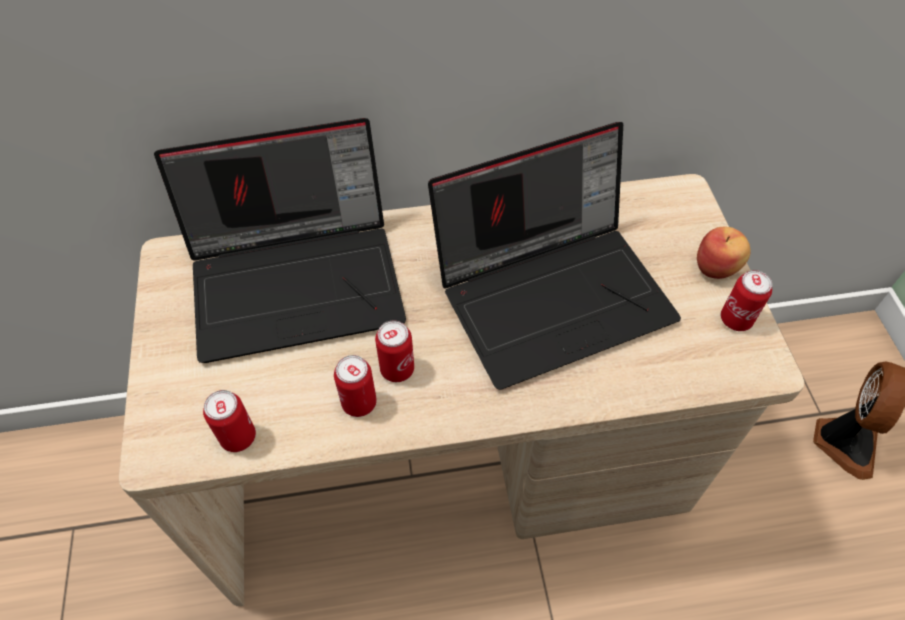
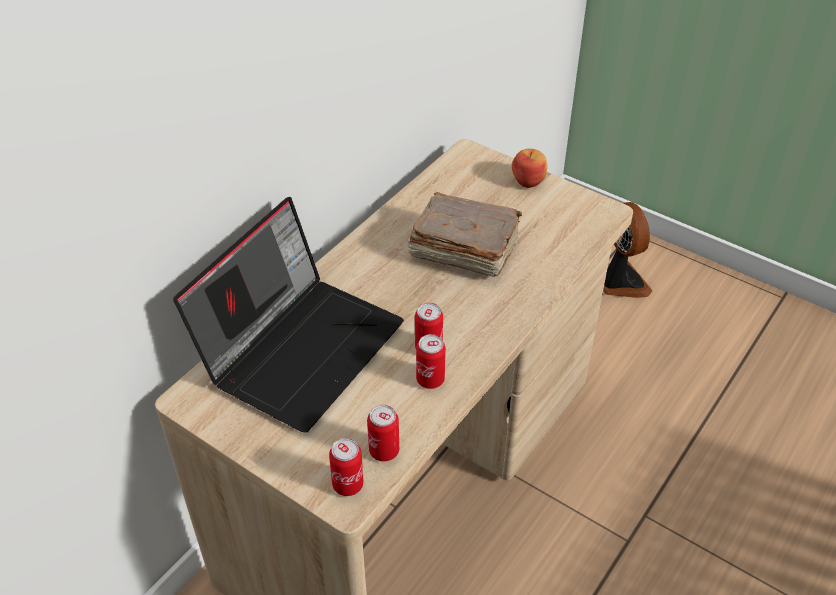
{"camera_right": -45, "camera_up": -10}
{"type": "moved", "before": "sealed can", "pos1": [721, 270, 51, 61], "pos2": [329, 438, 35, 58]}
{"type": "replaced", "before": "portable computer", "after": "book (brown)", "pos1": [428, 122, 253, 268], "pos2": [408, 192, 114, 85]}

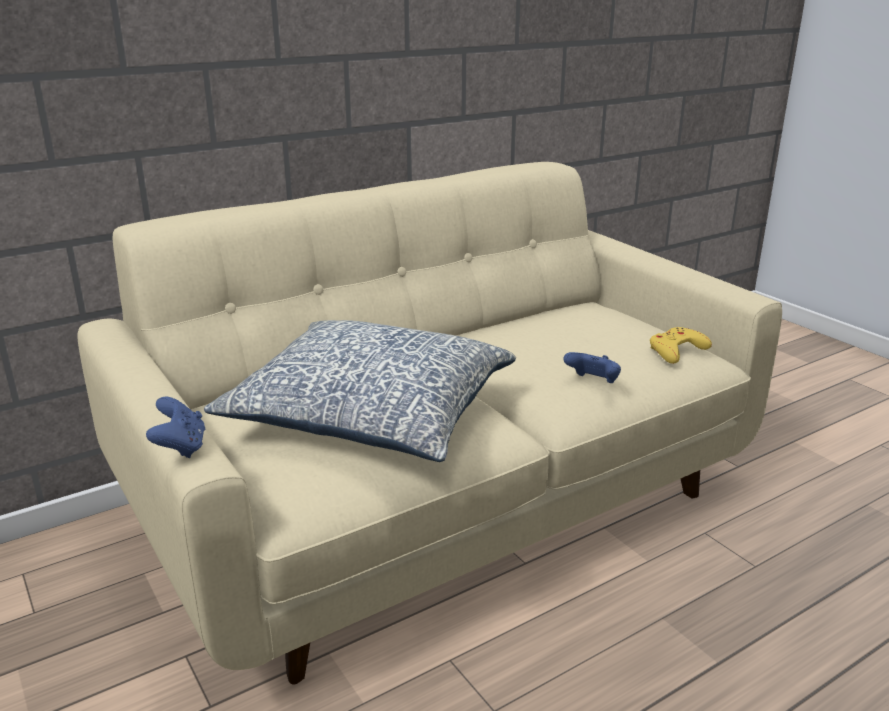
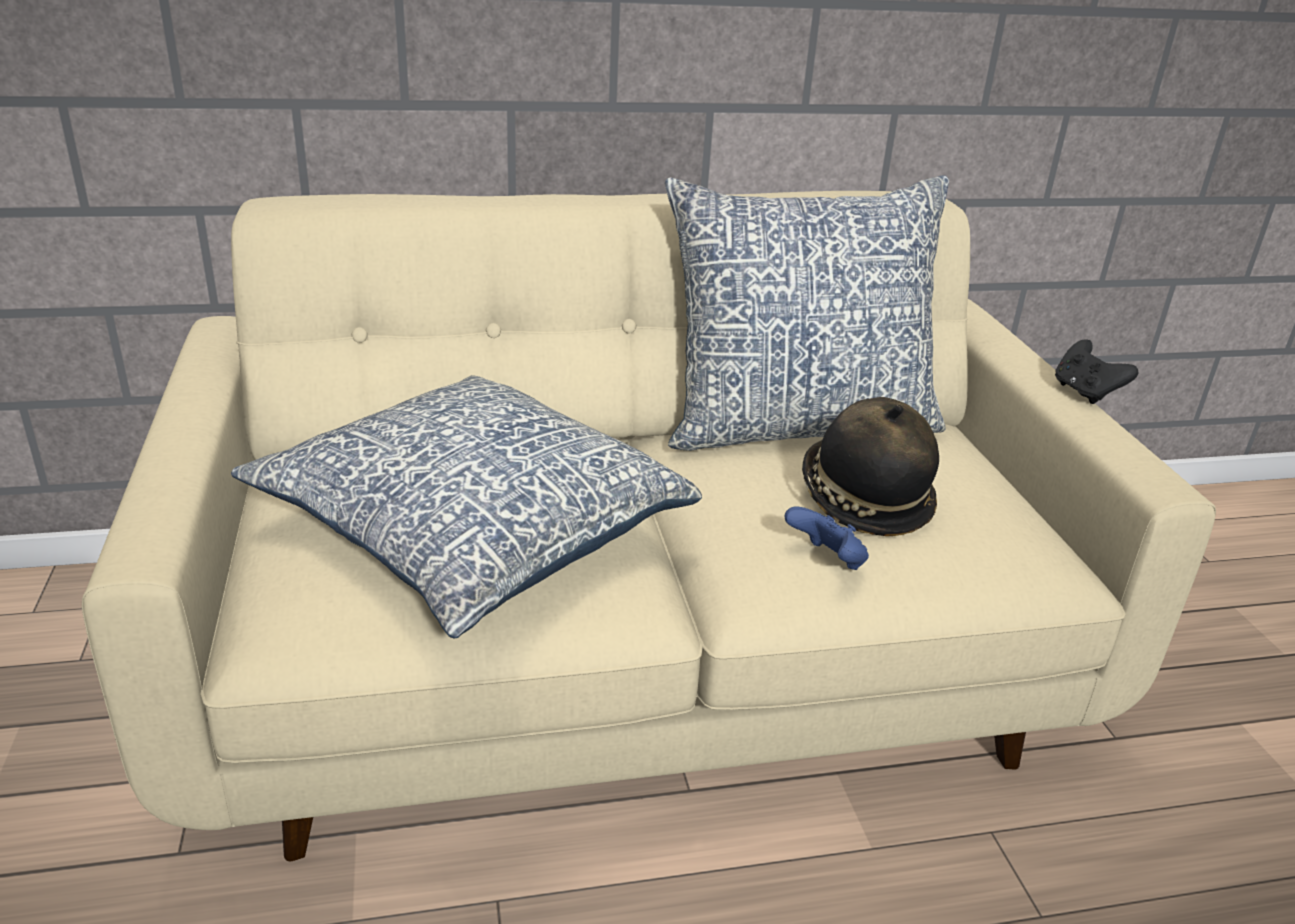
{"camera_right": 20, "camera_up": 5}
{"type": "added", "after": "cushion", "pos2": [665, 175, 284, 276]}
{"type": "added", "after": "hat", "pos2": [802, 397, 137, 139]}
{"type": "added", "after": "gamepad (black)", "pos2": [1055, 339, 84, 65]}
{"type": "removed", "before": "gamepad (blue-coloured)", "pos1": [146, 397, 59, 61]}
{"type": "removed", "before": "gamepad (yellow-coloured)", "pos1": [650, 327, 62, 37]}

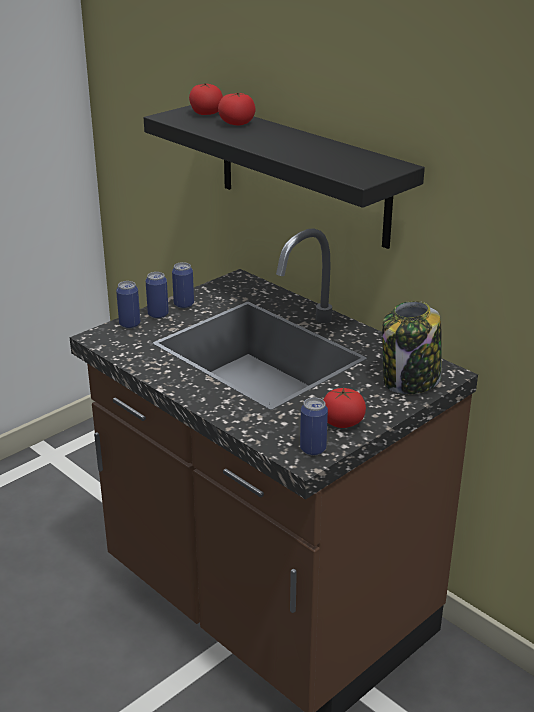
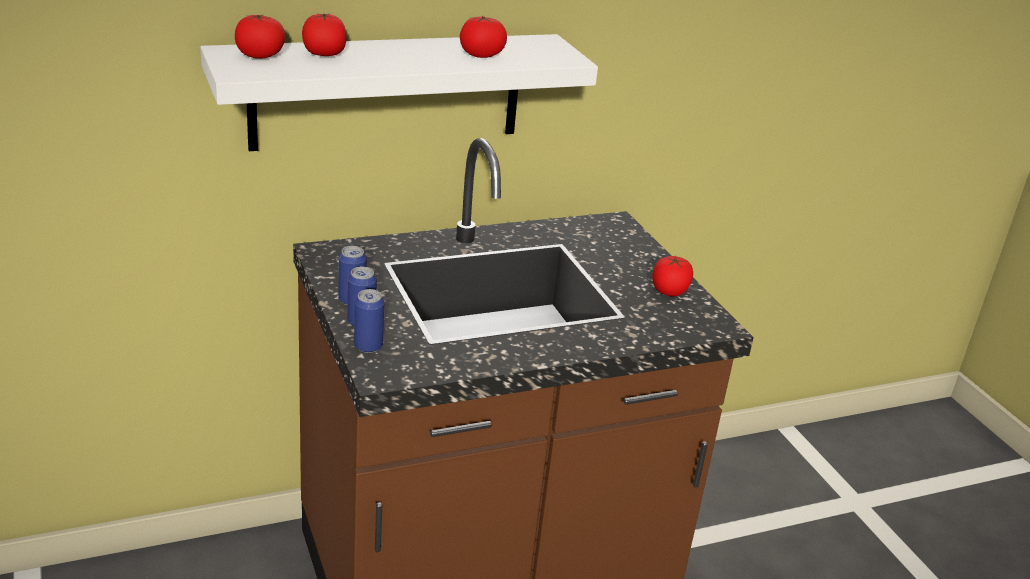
{"camera_right": -70, "camera_up": 0}
{"type": "recoloured", "before": "bracket shelf (black)", "after": "bracket shelf (white-coloured)", "pos1": [144, 105, 281, 144], "pos2": [200, 34, 398, 117]}
{"type": "added", "after": "fresh tomato", "pos2": [460, 15, 47, 43]}
{"type": "removed", "before": "sealed can", "pos1": [300, 398, 28, 58]}
{"type": "removed", "before": "preserve jar", "pos1": [382, 301, 60, 93]}

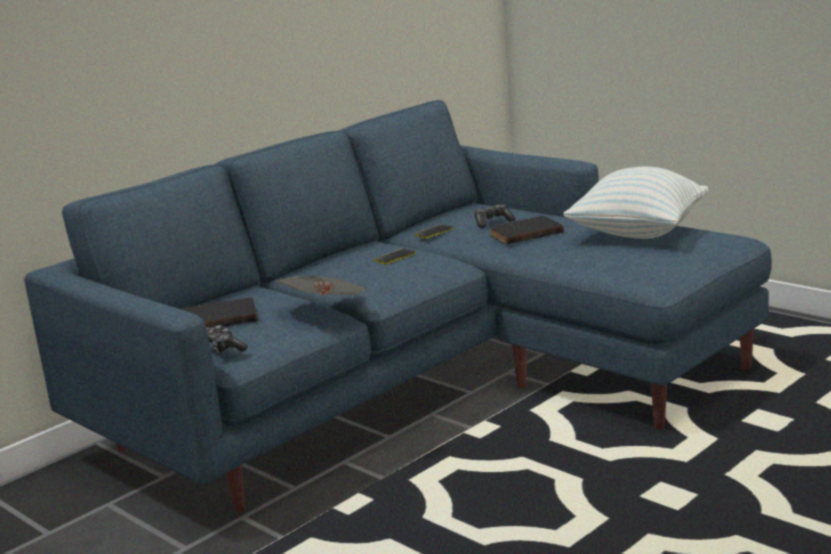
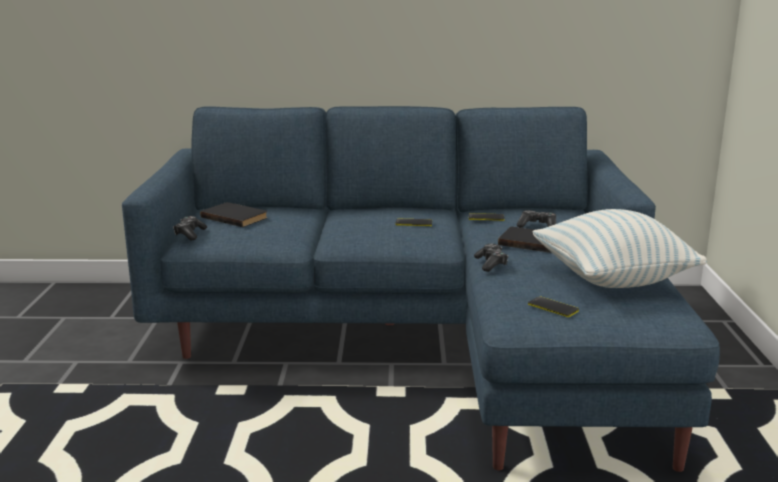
{"camera_right": 45, "camera_up": 0}
{"type": "added", "after": "gamepad", "pos2": [474, 244, 34, 28]}
{"type": "added", "after": "phone", "pos2": [528, 296, 51, 21]}
{"type": "removed", "before": "newspaper", "pos1": [274, 276, 94, 19]}

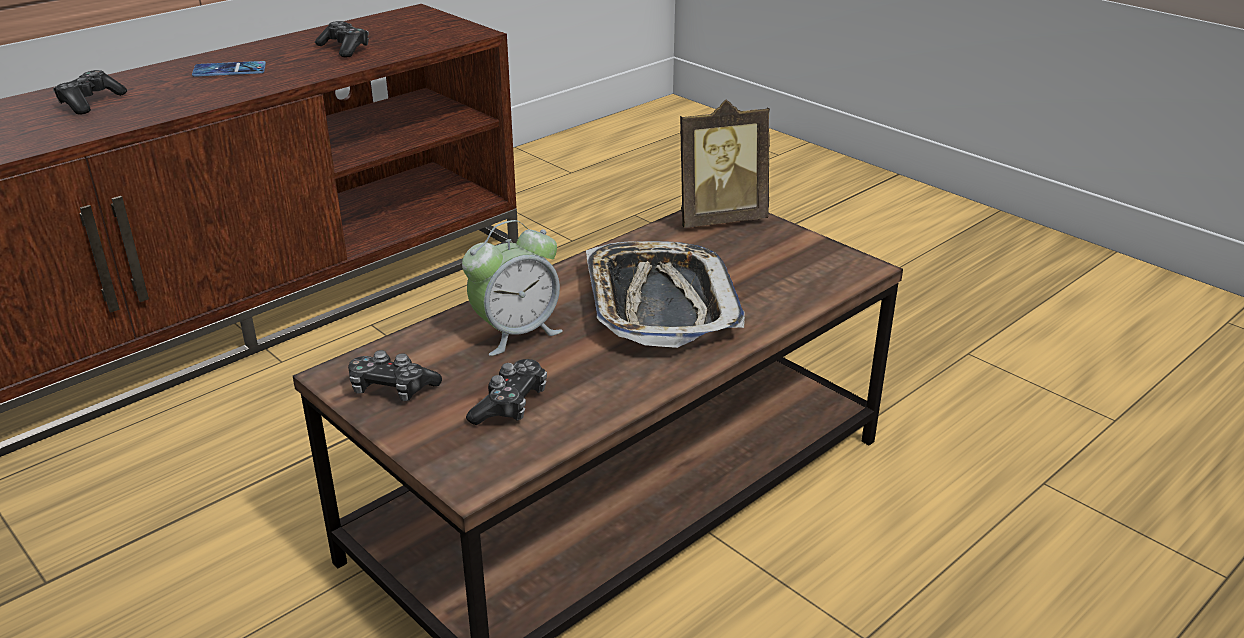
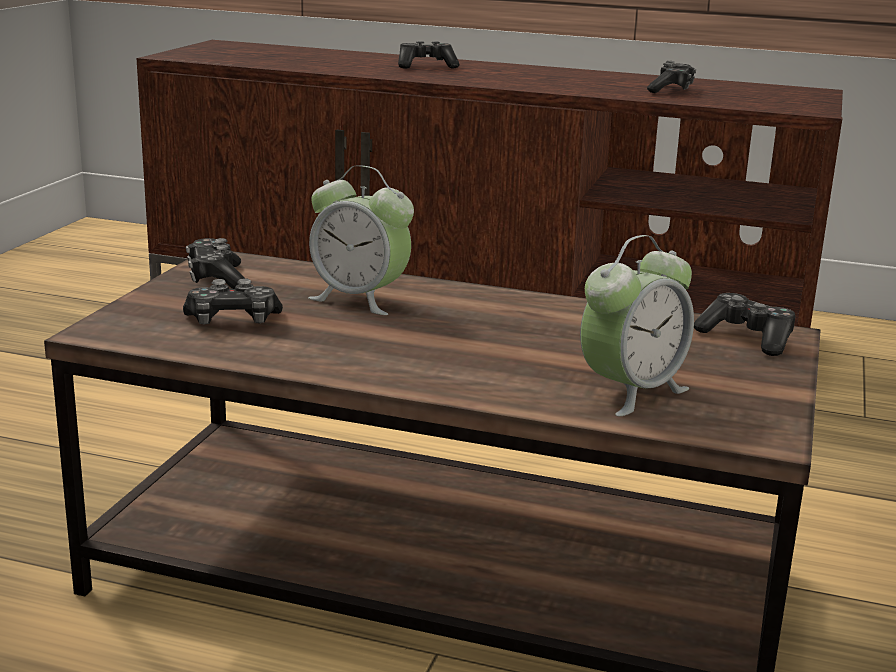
{"camera_right": 60, "camera_up": -10}
{"type": "added", "after": "bedside clock", "pos2": [580, 235, 114, 181]}
{"type": "replaced", "before": "picture frame", "after": "gamepad", "pos1": [680, 100, 90, 128], "pos2": [694, 293, 101, 63]}
{"type": "removed", "before": "phone", "pos1": [192, 61, 74, 16]}
{"type": "removed", "before": "carrying tray", "pos1": [586, 241, 159, 107]}

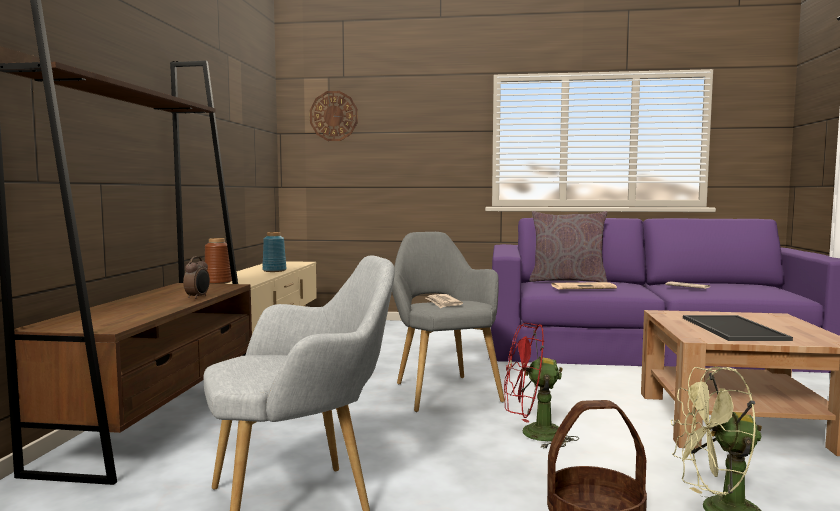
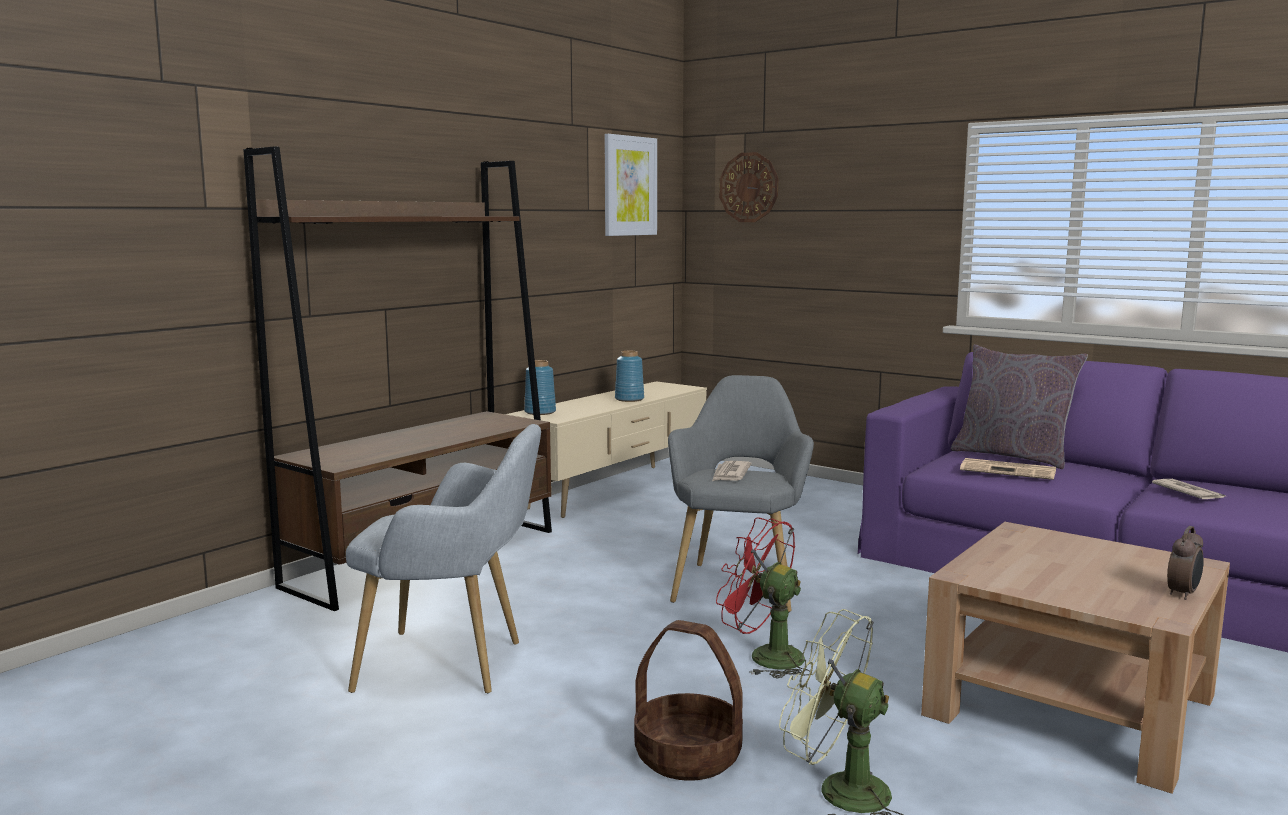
{"camera_right": 30, "camera_up": 5}
{"type": "recoloured", "before": "flower vase (brown)", "after": "flower vase (blue-coloured)", "pos1": [205, 238, 27, 46], "pos2": [524, 360, 32, 55]}
{"type": "added", "after": "picture", "pos2": [604, 134, 53, 102]}
{"type": "moved", "before": "bedside clock", "pos1": [183, 256, 27, 43], "pos2": [1167, 526, 37, 74]}
{"type": "removed", "before": "carrying tray", "pos1": [683, 315, 110, 26]}

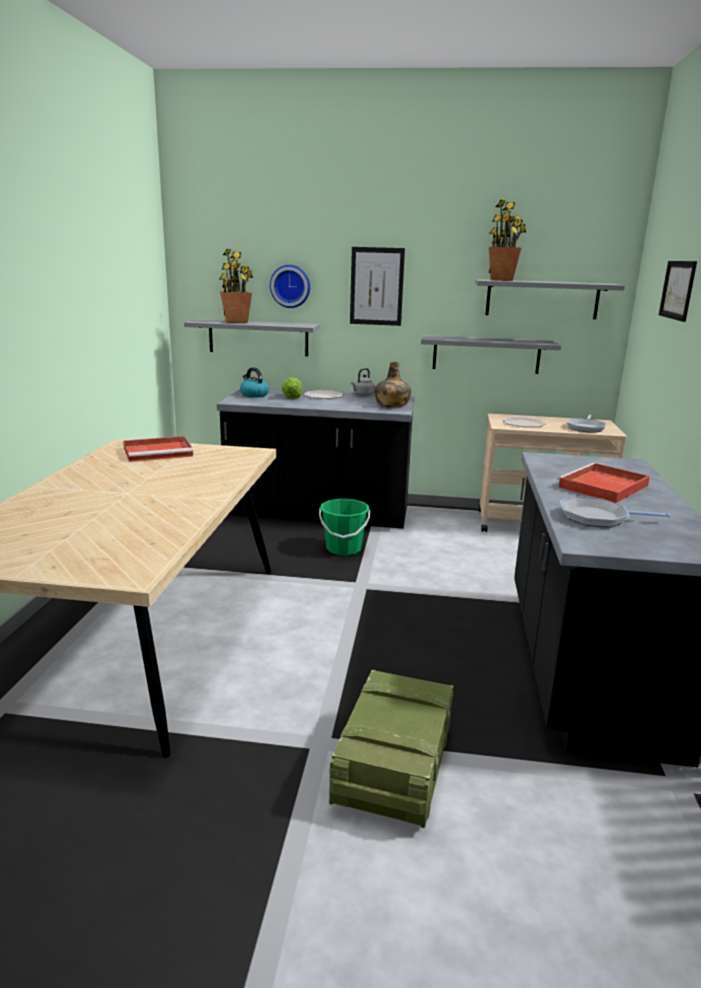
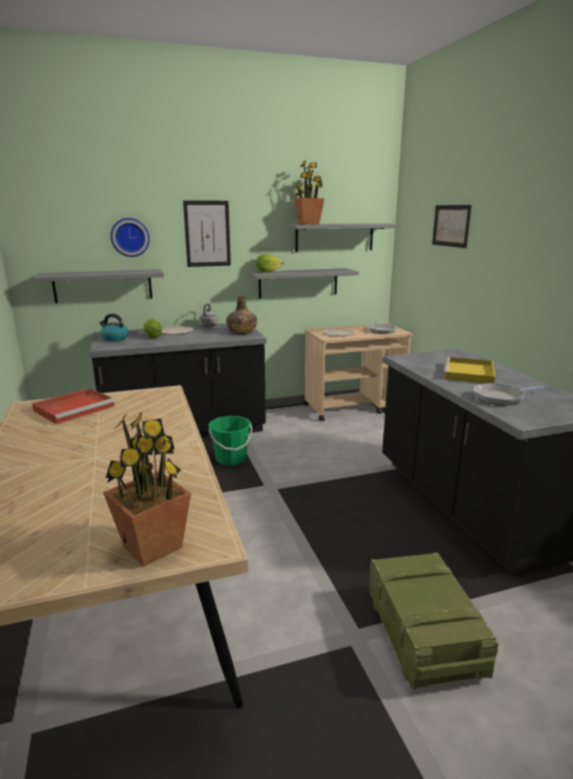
{"camera_right": -25, "camera_up": 0}
{"type": "moved", "before": "plant in a pot", "pos1": [220, 249, 33, 74], "pos2": [103, 413, 88, 153]}
{"type": "added", "after": "lettuce head", "pos2": [256, 255, 28, 17]}
{"type": "recoloured", "before": "carrying tray (reddish)", "after": "carrying tray (yellow-coloured)", "pos1": [557, 463, 93, 40], "pos2": [444, 357, 51, 26]}

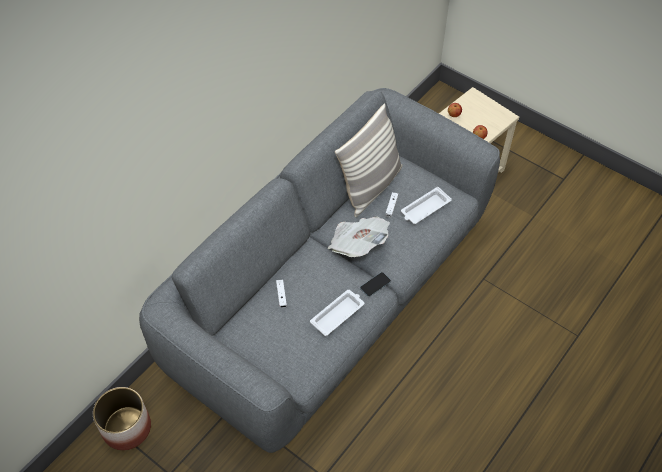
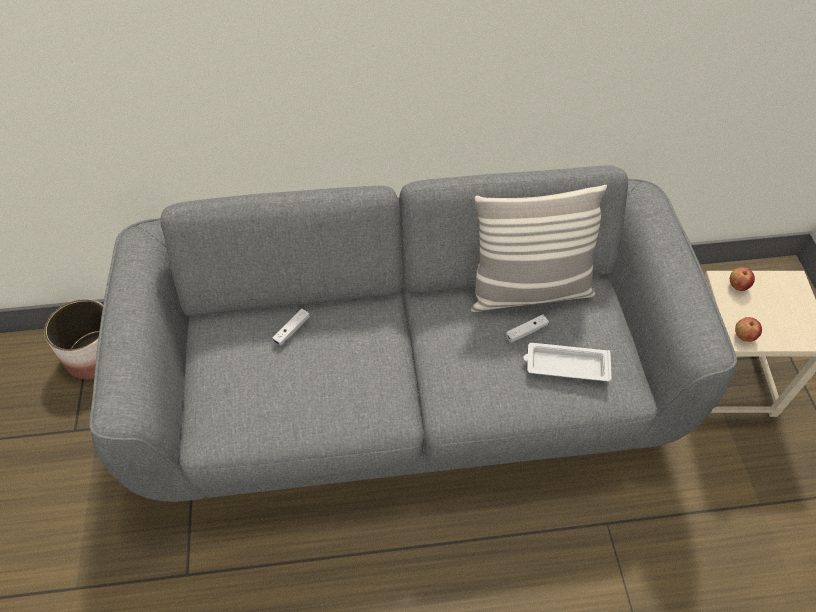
{"camera_right": 45, "camera_up": 0}
{"type": "removed", "before": "carrying tray (white-coloured)", "pos1": [310, 290, 54, 46]}
{"type": "removed", "before": "newspaper", "pos1": [328, 217, 62, 40]}
{"type": "removed", "before": "phone", "pos1": [360, 272, 31, 25]}

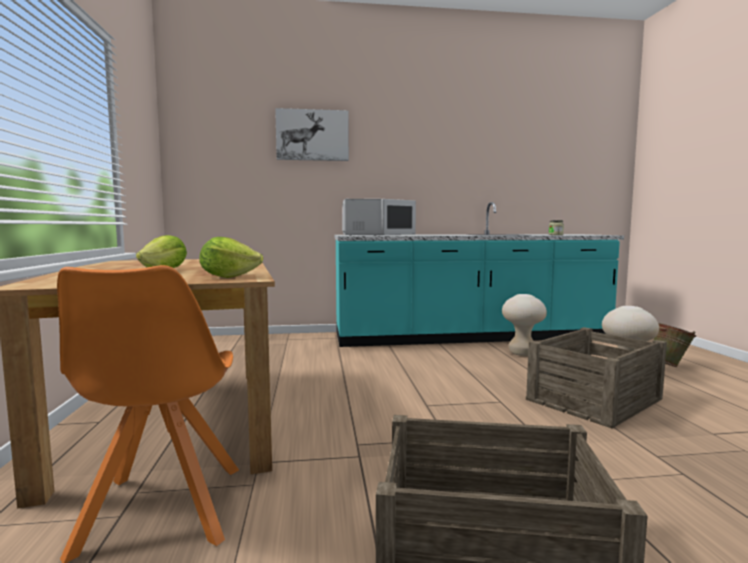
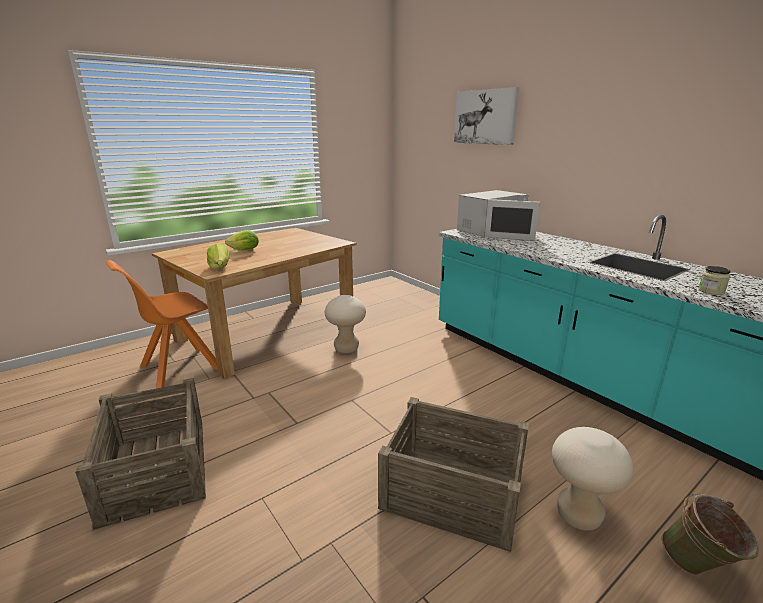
{"camera_right": 60, "camera_up": 15}
{"type": "moved", "before": "sitting stool (beige)", "pos1": [502, 294, 45, 62], "pos2": [325, 295, 41, 58]}

